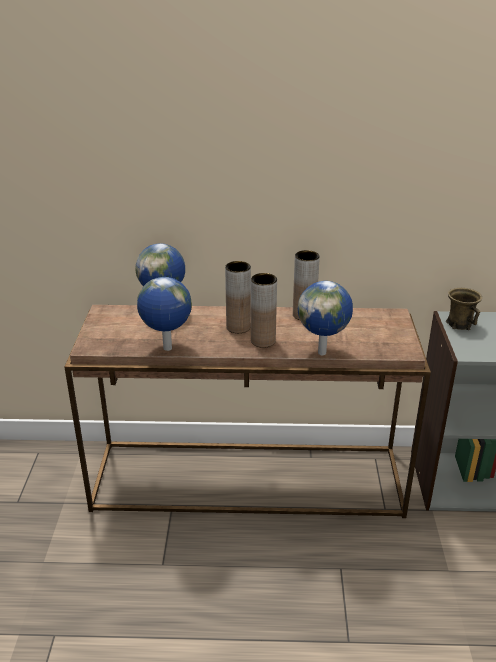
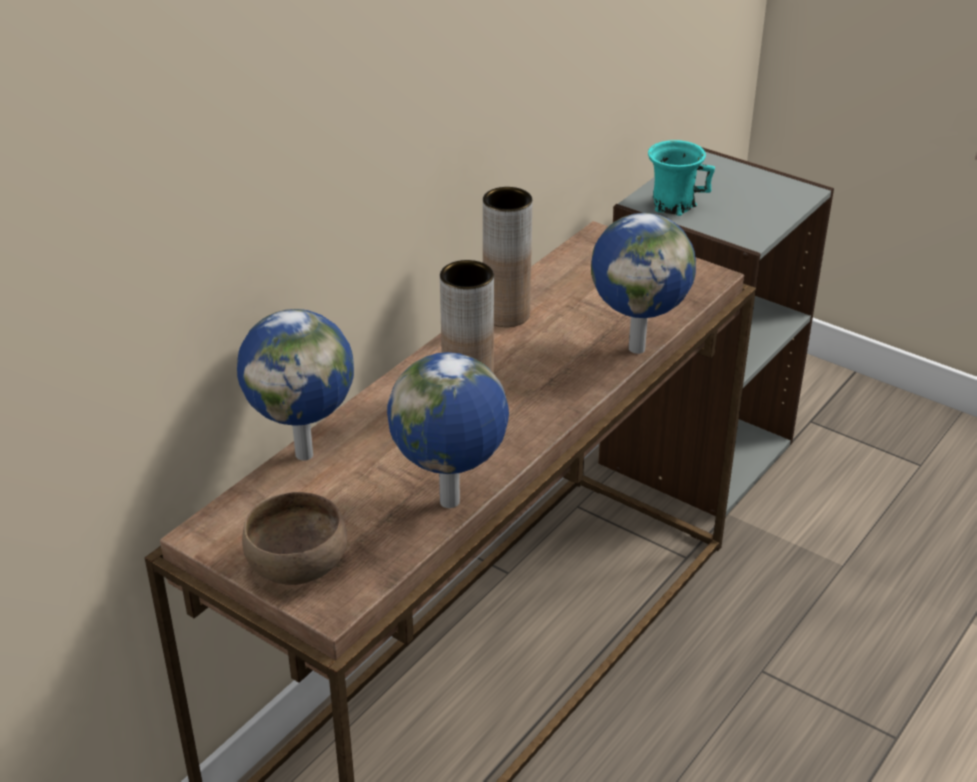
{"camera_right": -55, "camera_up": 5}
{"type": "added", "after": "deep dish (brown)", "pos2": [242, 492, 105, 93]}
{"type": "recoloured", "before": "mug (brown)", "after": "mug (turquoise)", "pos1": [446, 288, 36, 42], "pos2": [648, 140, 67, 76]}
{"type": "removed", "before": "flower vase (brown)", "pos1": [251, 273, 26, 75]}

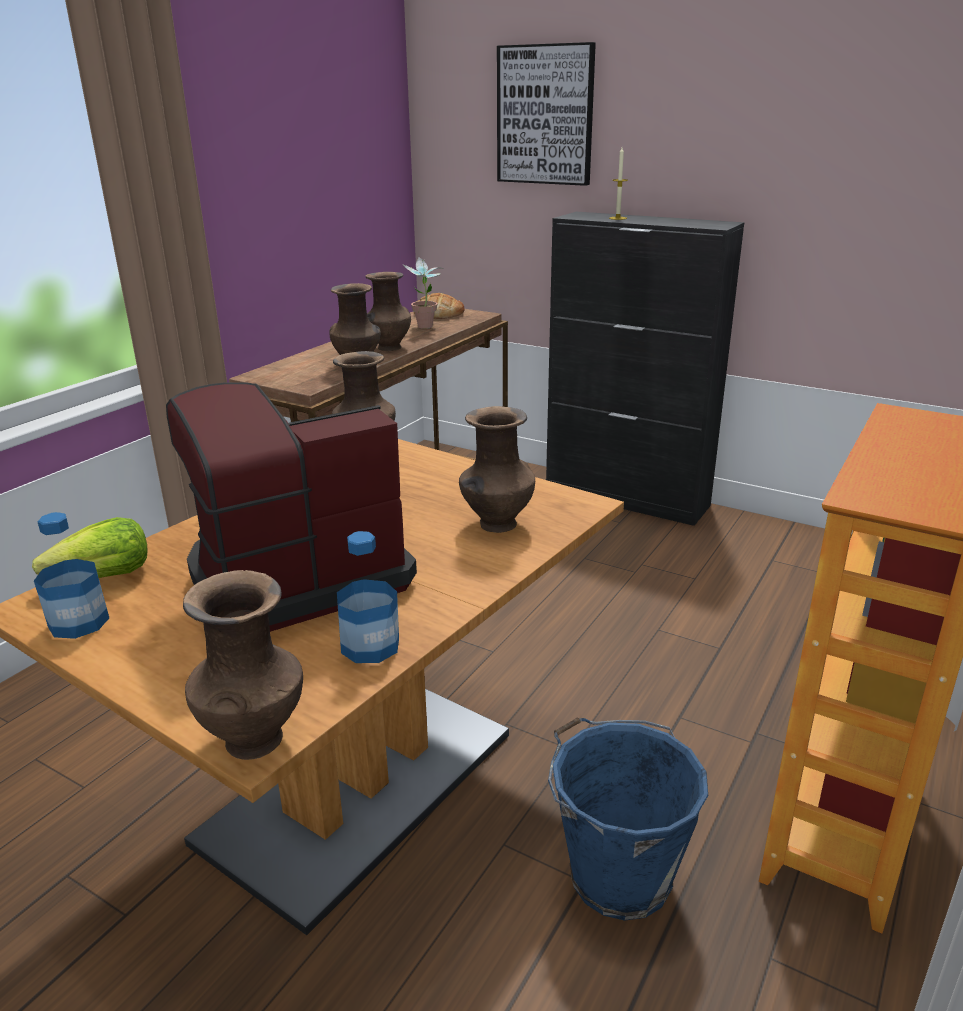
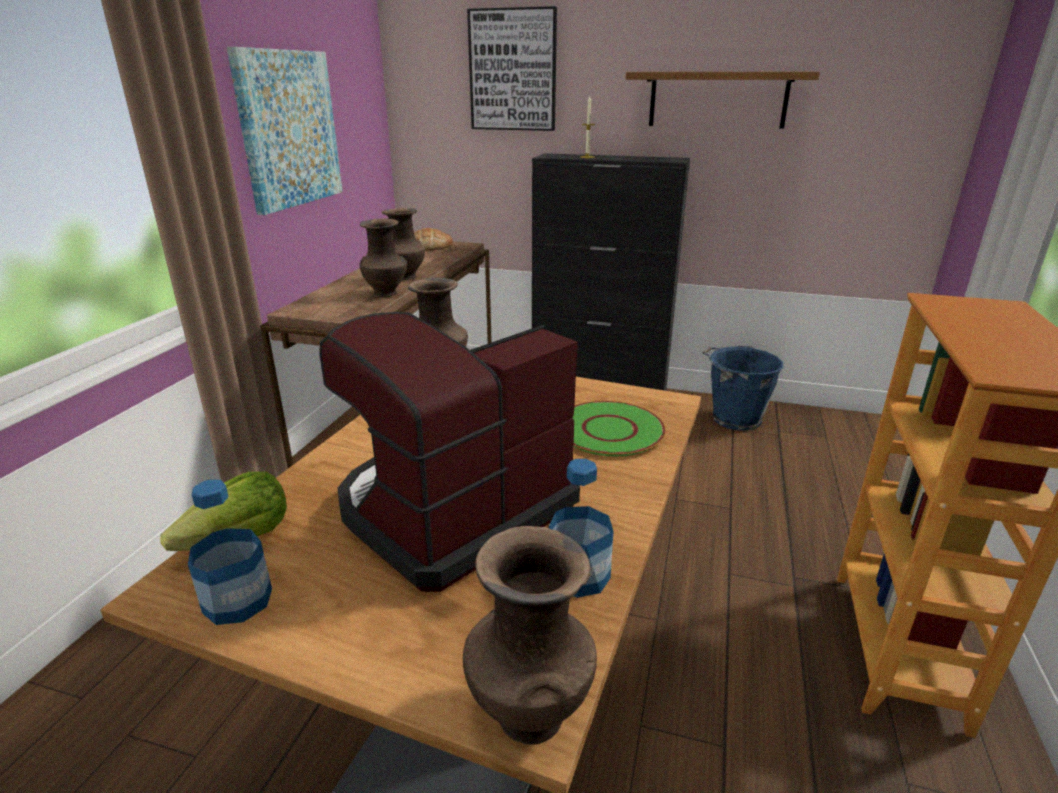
{"camera_right": -15, "camera_up": 0}
{"type": "added", "after": "picture", "pos2": [227, 47, 116, 168]}
{"type": "replaced", "before": "flower vase (brown)", "after": "dinner plate (greenish)", "pos1": [459, 406, 76, 127], "pos2": [573, 401, 93, 55]}
{"type": "added", "after": "bracket shelf", "pos2": [626, 72, 194, 57]}
{"type": "moved", "before": "pail (blue-coloured)", "pos1": [548, 718, 160, 203], "pos2": [703, 346, 80, 85]}
{"type": "removed", "before": "plant in a pot", "pos1": [403, 257, 41, 72]}

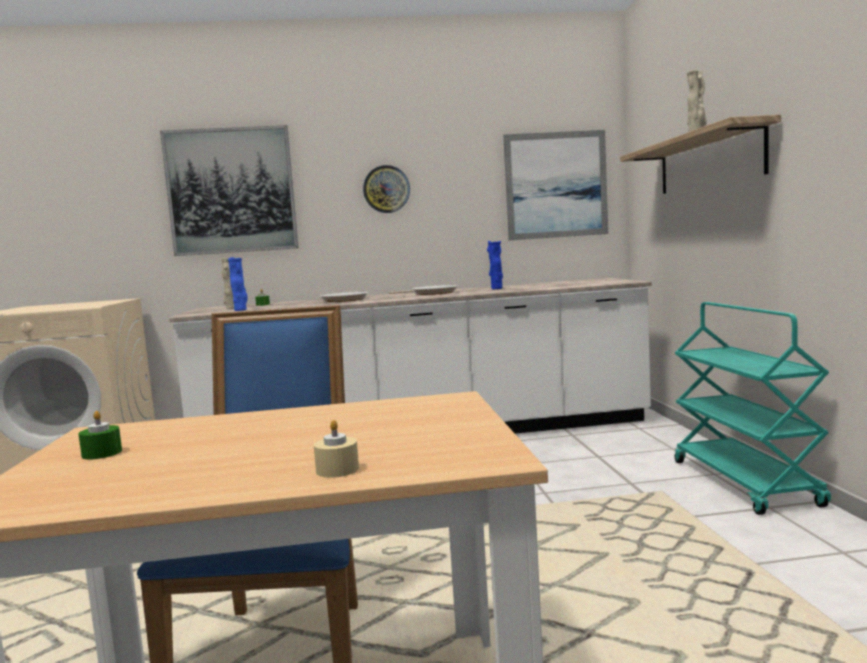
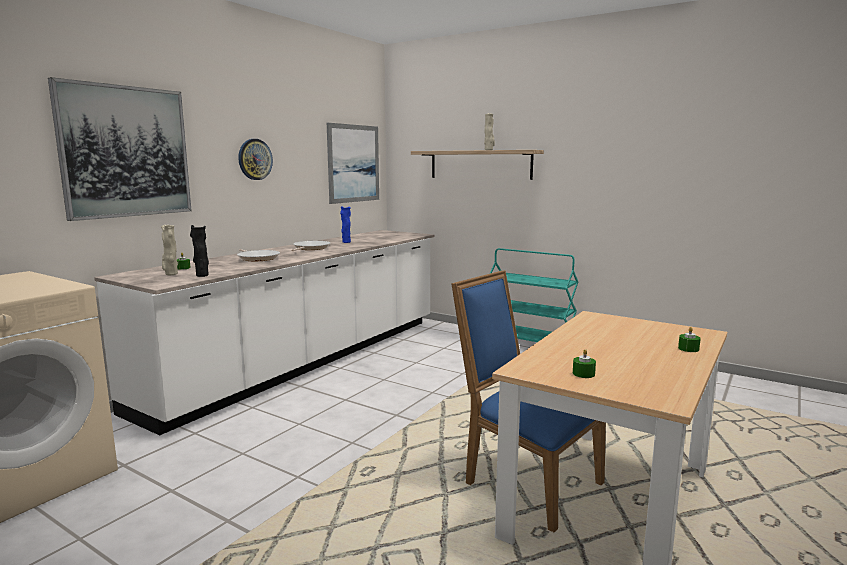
{"camera_right": -50, "camera_up": 5}
{"type": "recoloured", "before": "flower vase (blue-coloured)", "after": "flower vase (black)", "pos1": [228, 257, 20, 54], "pos2": [190, 225, 19, 52]}
{"type": "recoloured", "before": "candle (beige)", "after": "candle (greenish)", "pos1": [314, 420, 45, 58], "pos2": [678, 327, 23, 25]}

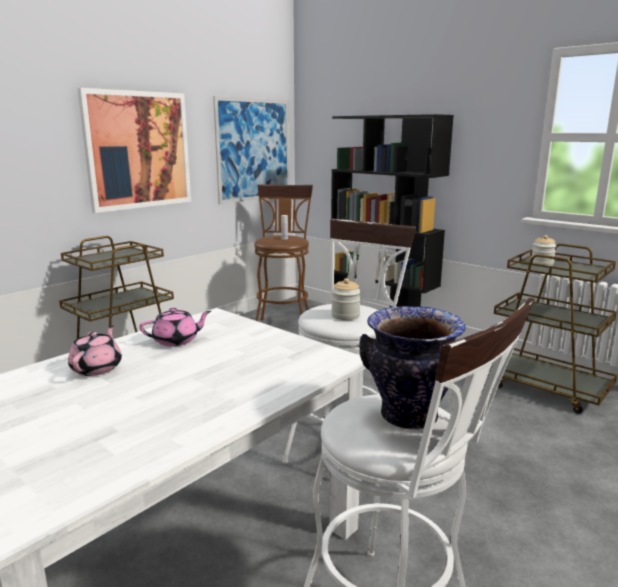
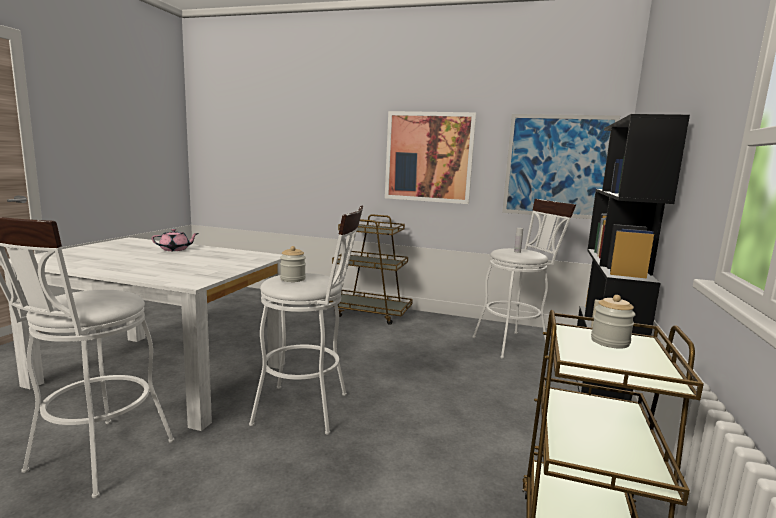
{"camera_right": 65, "camera_up": -5}
{"type": "recoloured", "before": "sitting stool (brown)", "after": "sitting stool (white-coloured)", "pos1": [254, 184, 59, 137], "pos2": [472, 199, 104, 160]}
{"type": "removed", "before": "teapot (pink)", "pos1": [140, 308, 71, 38]}
{"type": "removed", "before": "flower vase", "pos1": [359, 306, 107, 124]}

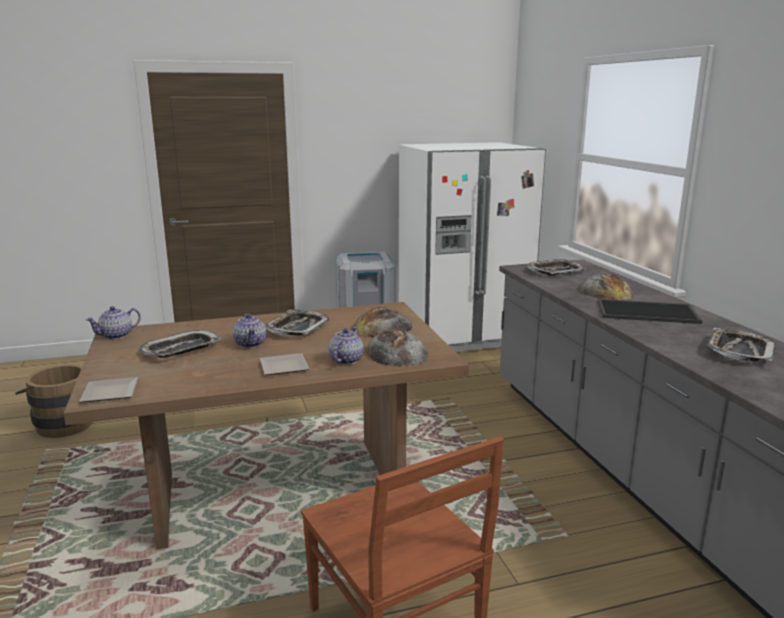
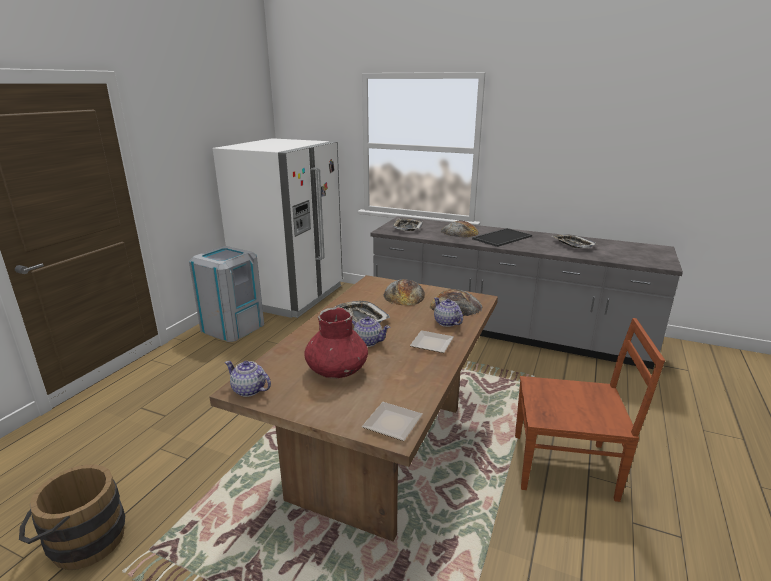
{"camera_right": -50, "camera_up": 5}
{"type": "turned", "before": "teapot", "pos1": [86, 306, 55, 34], "pos2": [225, 361, 46, 36], "turn": 120}
{"type": "replaced", "before": "carrying tray", "after": "flower vase (reddish)", "pos1": [139, 330, 82, 28], "pos2": [304, 307, 64, 71]}

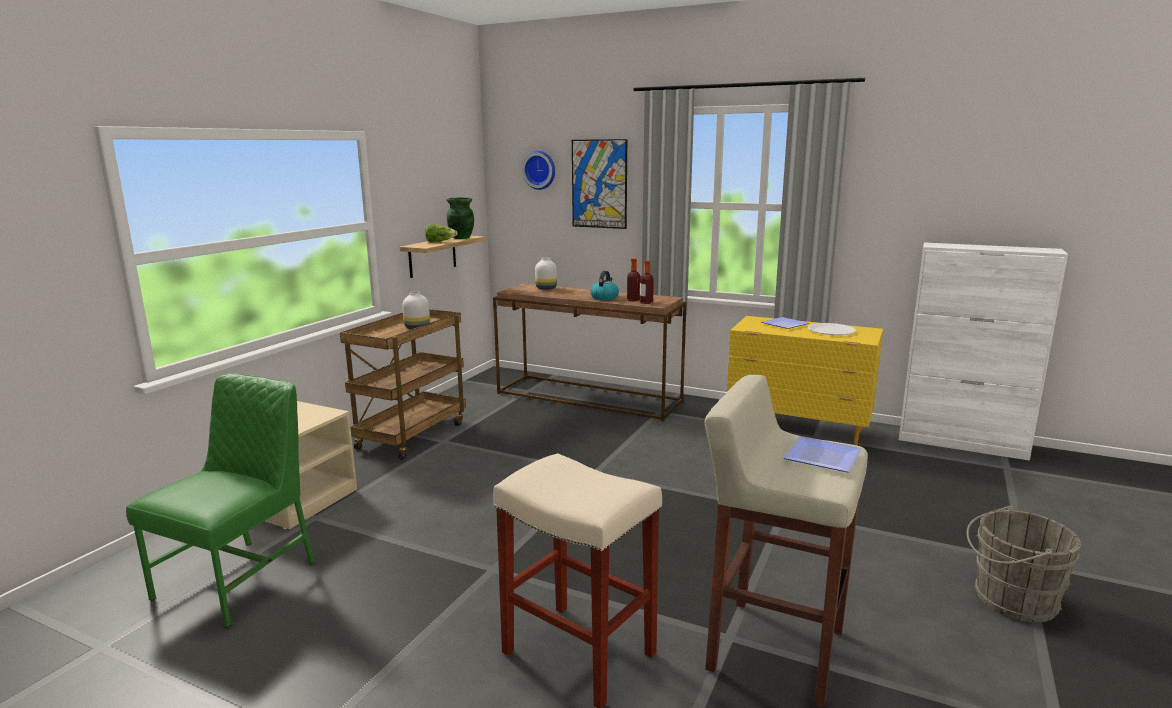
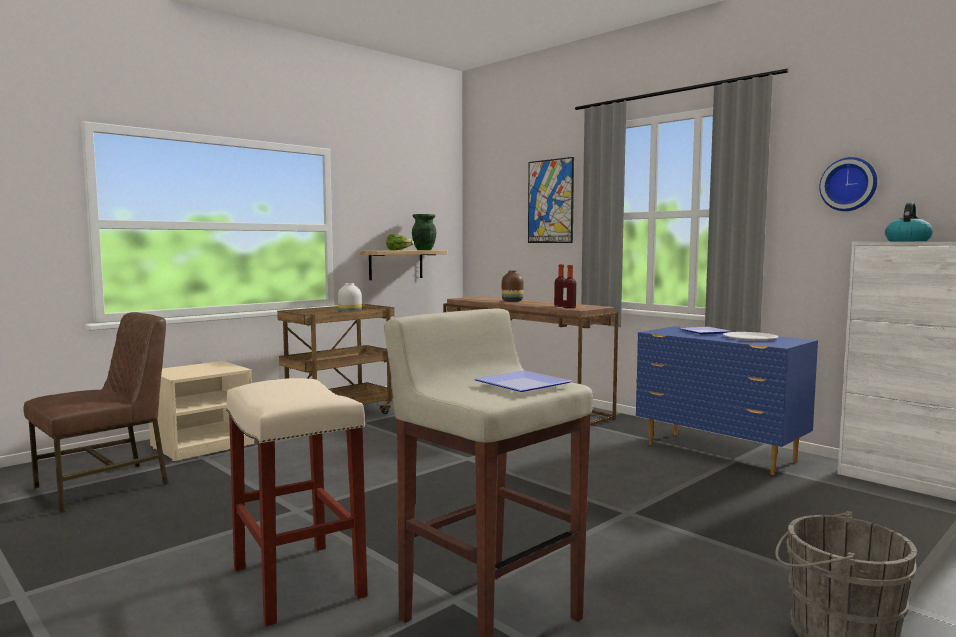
{"camera_right": 20, "camera_up": -10}
{"type": "recoloured", "before": "chair (greenish)", "after": "chair (brown)", "pos1": [126, 373, 189, 255], "pos2": [23, 312, 146, 201]}
{"type": "added", "after": "flower vase (brown)", "pos2": [502, 271, 22, 31]}
{"type": "recoloured", "before": "dresser (yellow-coloured)", "after": "dresser (blue-coloured)", "pos1": [727, 316, 156, 129], "pos2": [636, 326, 182, 149]}
{"type": "moved", "before": "hanging clock", "pos1": [522, 151, 33, 39], "pos2": [819, 157, 58, 54]}
{"type": "moved", "before": "kettle", "pos1": [590, 271, 29, 29], "pos2": [885, 202, 48, 39]}
{"type": "removed", "before": "flower vase (white-coloured)", "pos1": [535, 258, 22, 32]}

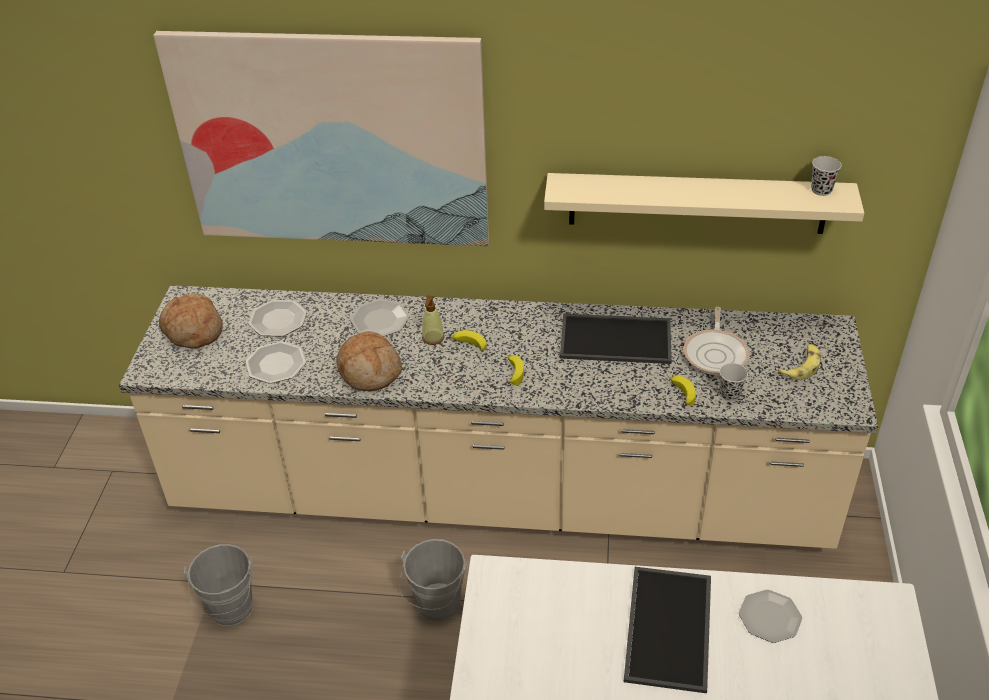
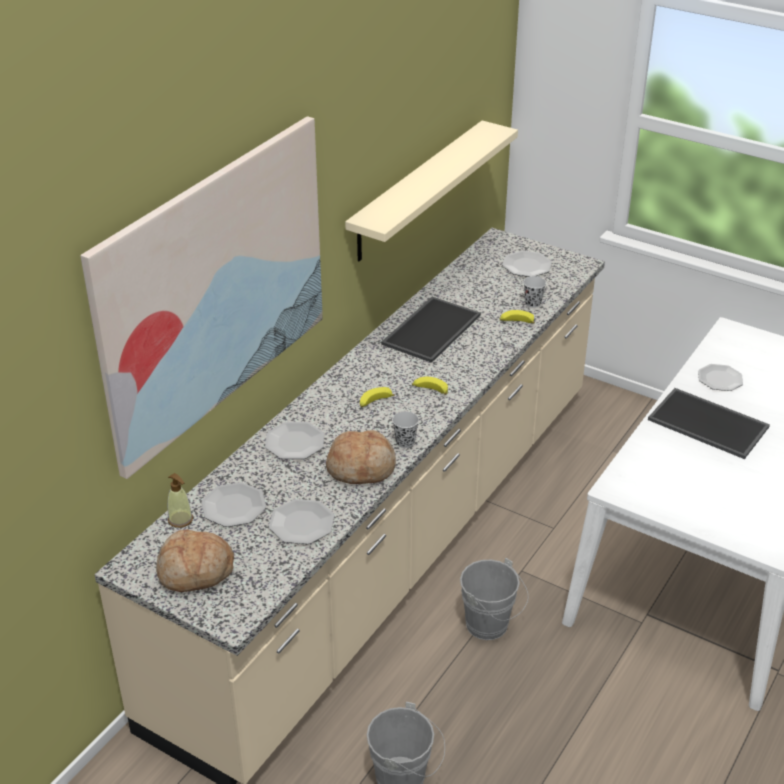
{"camera_right": -65, "camera_up": -5}
{"type": "moved", "before": "liquid soap bottle", "pos1": [422, 295, 22, 50], "pos2": [168, 473, 25, 55]}
{"type": "moved", "before": "cup (black)", "pos1": [811, 156, 31, 40], "pos2": [392, 411, 27, 37]}
{"type": "replaced", "before": "banana fruit", "after": "dinner plate", "pos1": [778, 344, 43, 36], "pos2": [502, 251, 50, 26]}
{"type": "removed", "before": "frying pan", "pos1": [683, 307, 66, 68]}

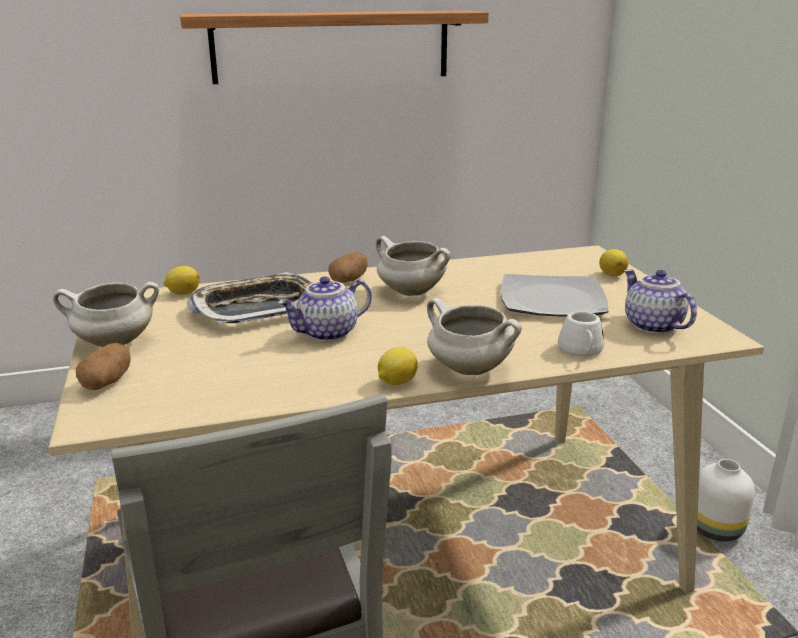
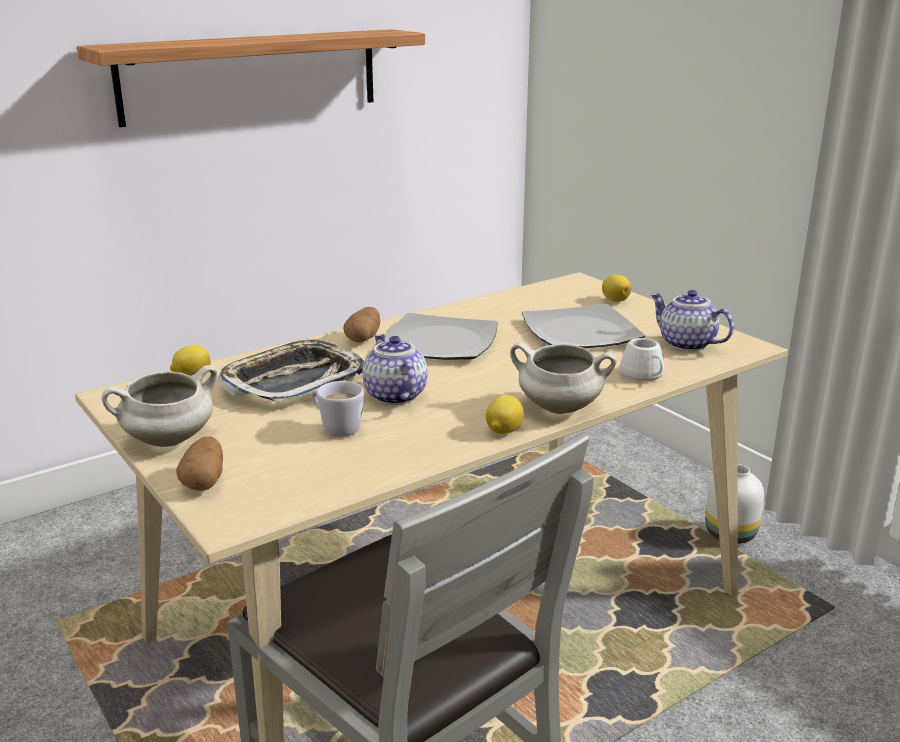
{"camera_right": -20, "camera_up": 0}
{"type": "added", "after": "mug (white-coloured)", "pos2": [311, 381, 53, 56]}
{"type": "turned", "before": "teapot", "pos1": [278, 277, 94, 65], "pos2": [362, 334, 66, 71], "turn": 120}
{"type": "replaced", "before": "saucepot (white-coloured)", "after": "dinner plate", "pos1": [376, 236, 75, 60], "pos2": [385, 313, 113, 47]}

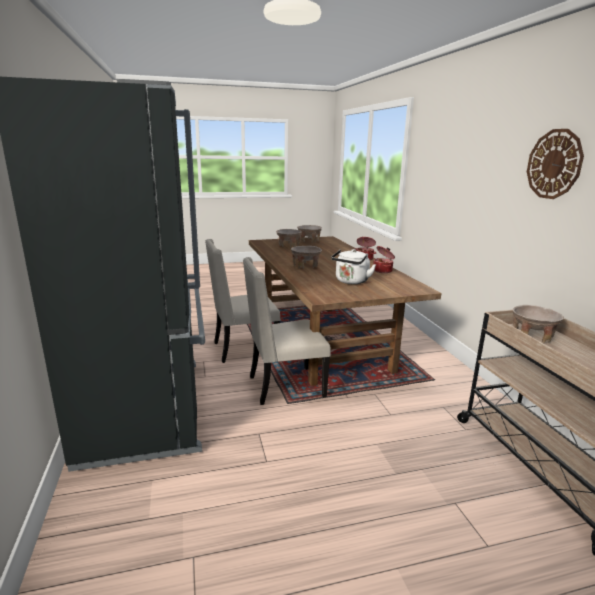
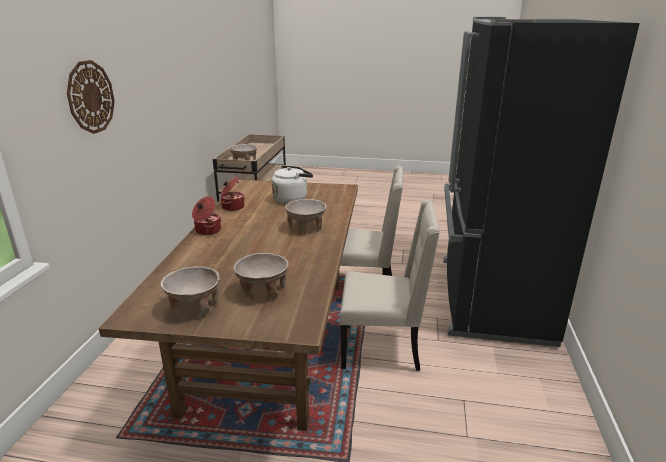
{"camera_right": -155, "camera_up": 5}
{"type": "moved", "before": "hanging clock", "pos1": [527, 129, 57, 70], "pos2": [67, 60, 48, 74]}

